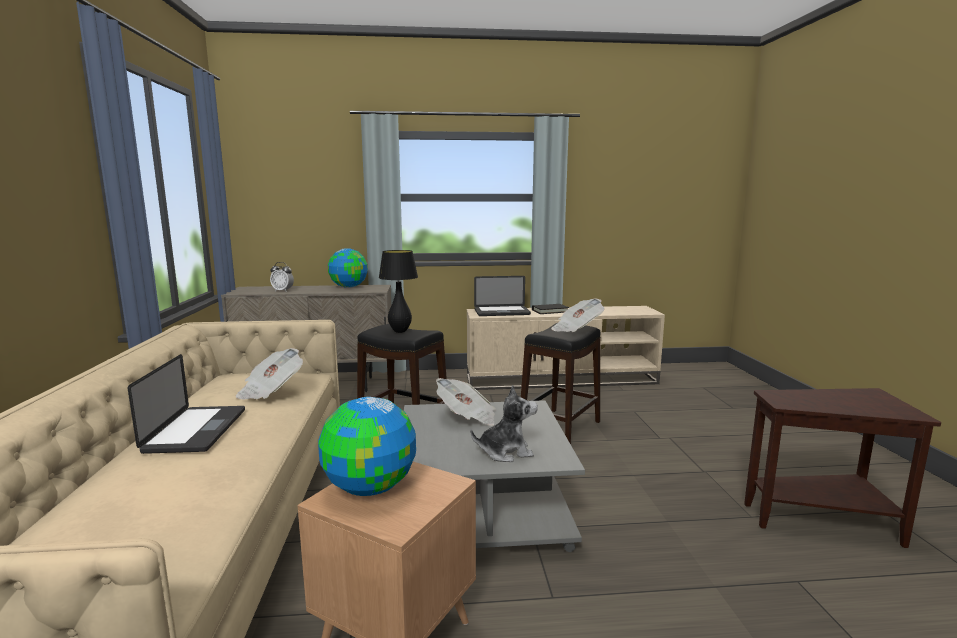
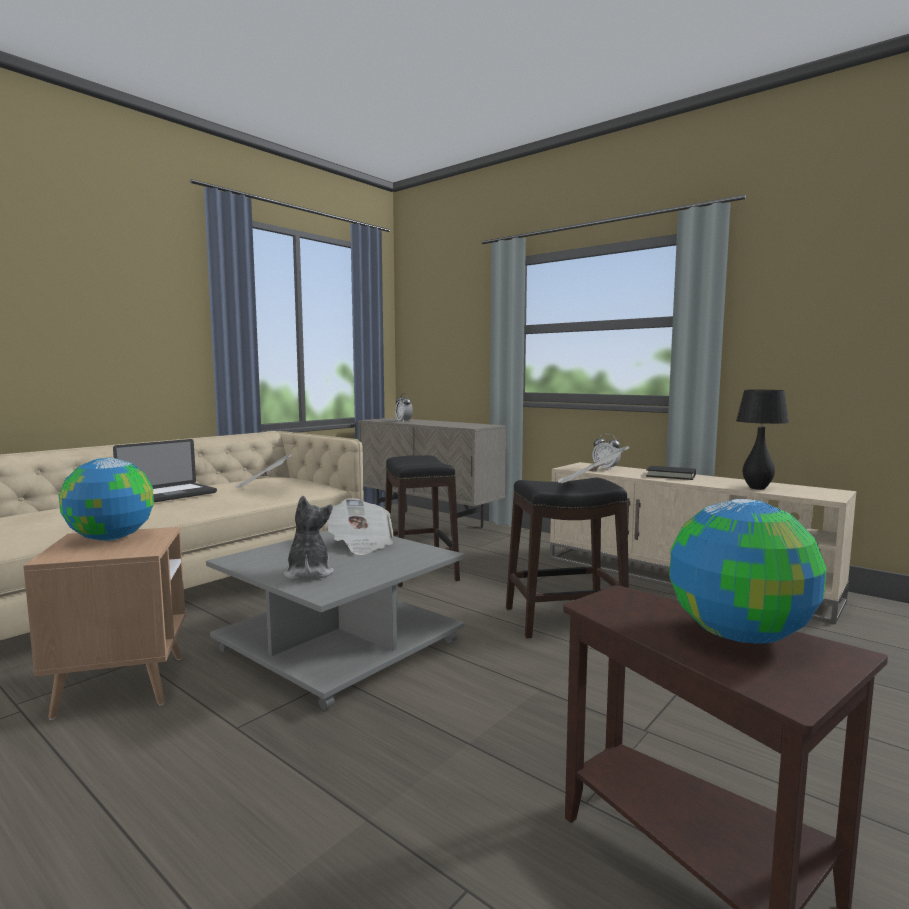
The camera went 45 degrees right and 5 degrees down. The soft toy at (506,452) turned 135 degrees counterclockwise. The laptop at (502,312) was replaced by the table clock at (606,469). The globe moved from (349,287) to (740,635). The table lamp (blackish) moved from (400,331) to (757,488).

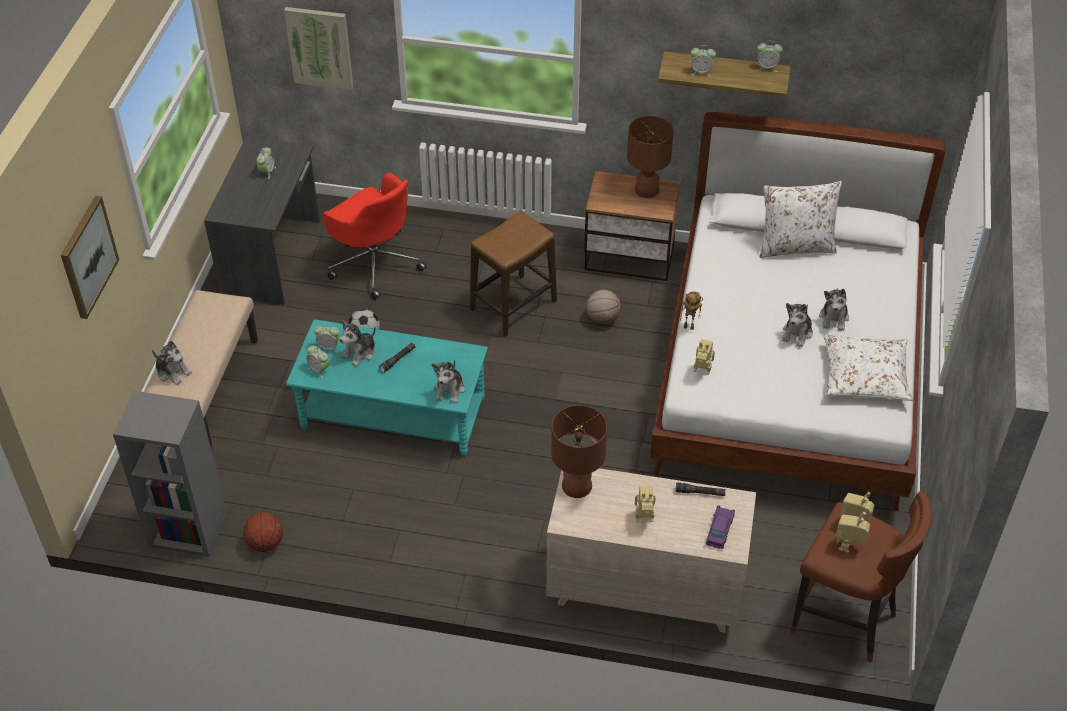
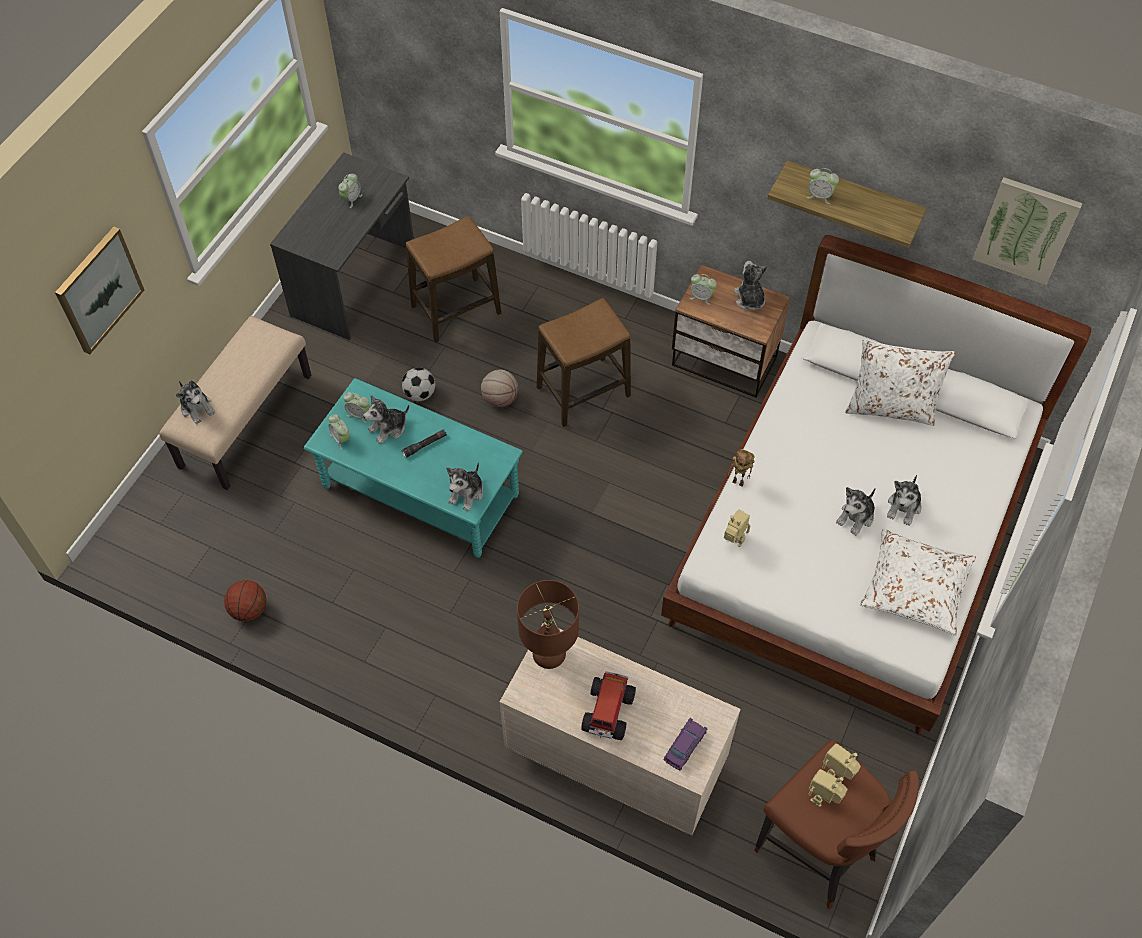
The camera went 15 degrees right and 10 degrees up. The computer chair (reddish) at (374,262) was replaced by the stool seat at (456,310). The ball for basketball moved from (602,318) to (500,398). The robot figure at (644,520) was replaced by the model truck at (607,713). The table clock moved from (767,67) to (701,297). The table lamp (brown-coloured) at (646,190) was replaced by the soft toy at (749,299). The picture moved from (320,47) to (1026,230). The bookcase (greyish) at (187,530) disappeared. The flashlight (blackish) at (700,492) disappeared.

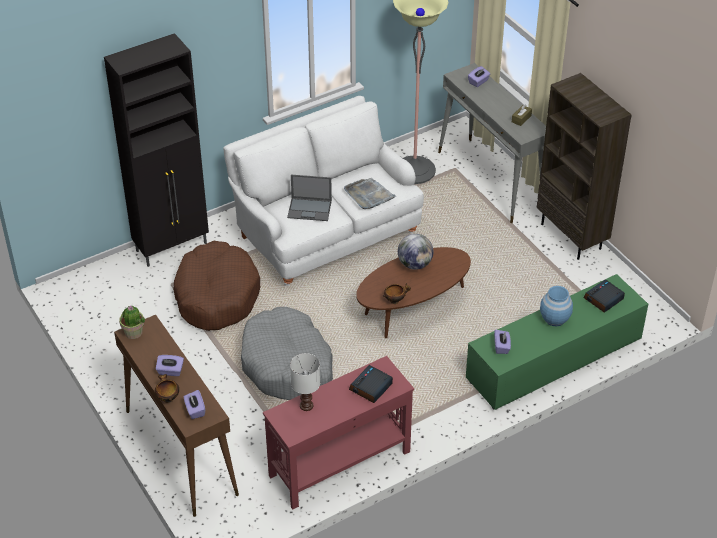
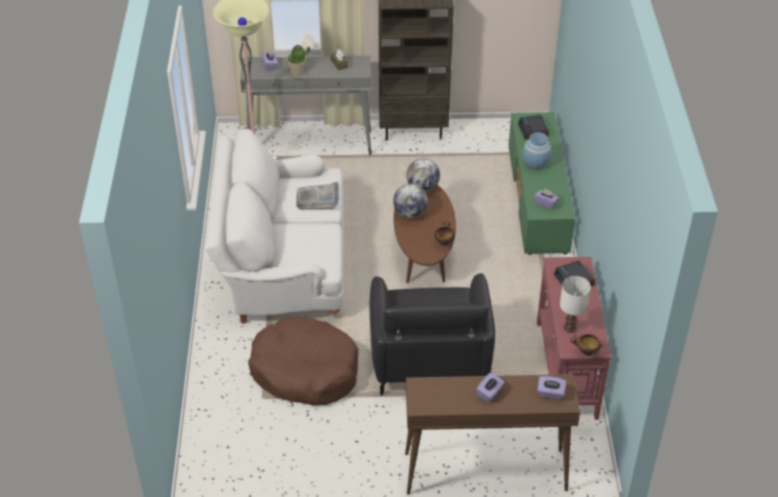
The camera went 60 degrees left and 0 degrees up. The potted plant moved from (133,333) to (297,71). The dog cushion (greyish) at (287,364) was replaced by the armchair (blackish) at (429,356). The globe at (422,187) appeared. The deep dish moved from (167,398) to (586,352). The cupboard (blackish) at (172,247) disappeared. The laptop at (310,209) disappeared.

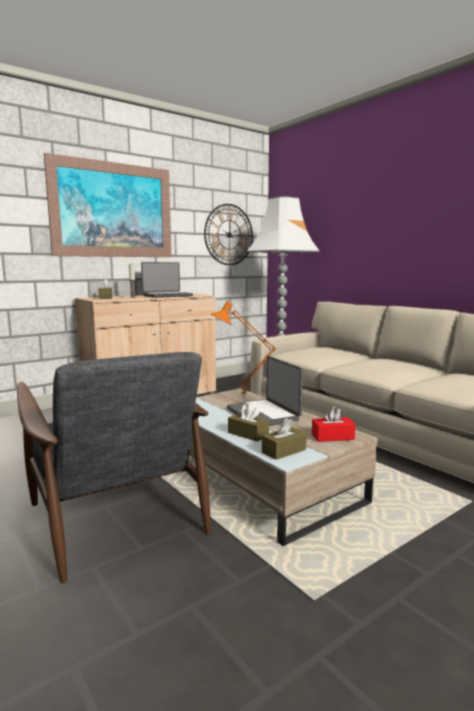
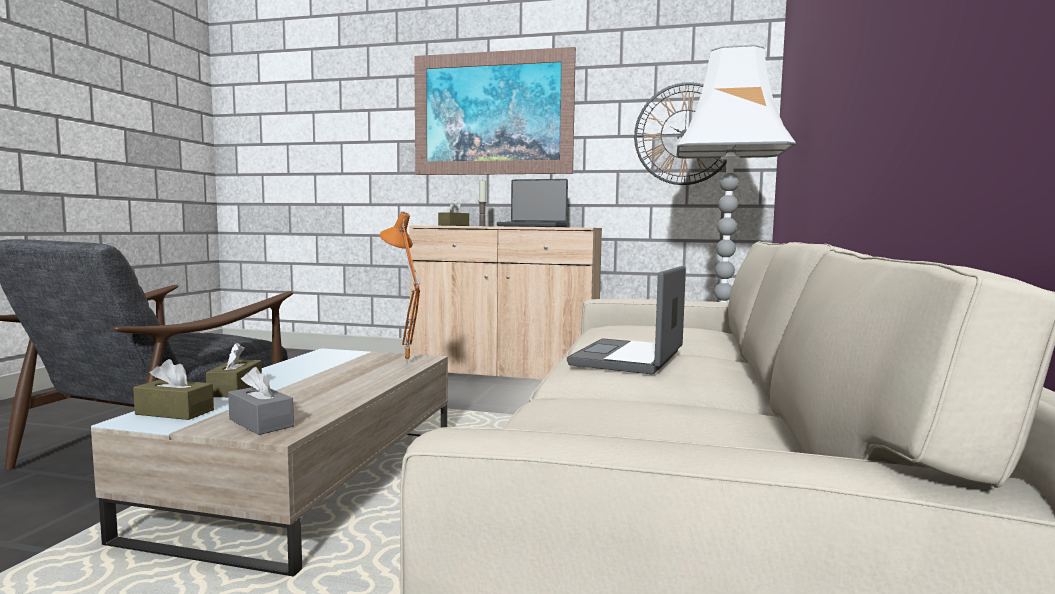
The camera went 50 degrees right and 5 degrees down. The box of tissues (reddish) at (332,437) became the box of tissues (greyish) at (261,423). The laptop moved from (264,414) to (630,359).

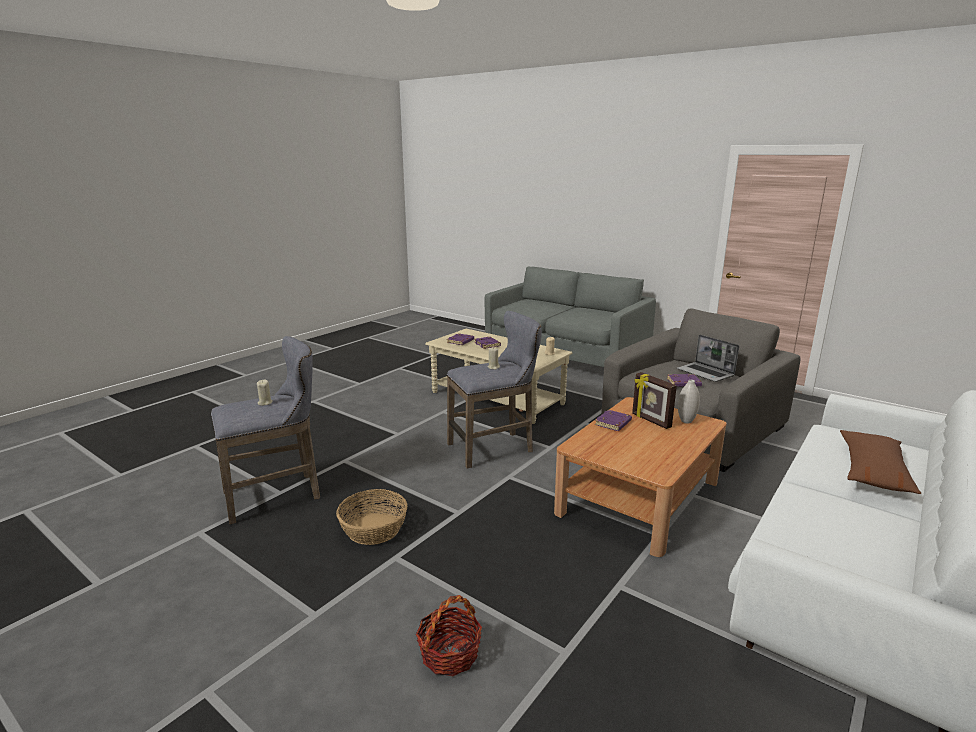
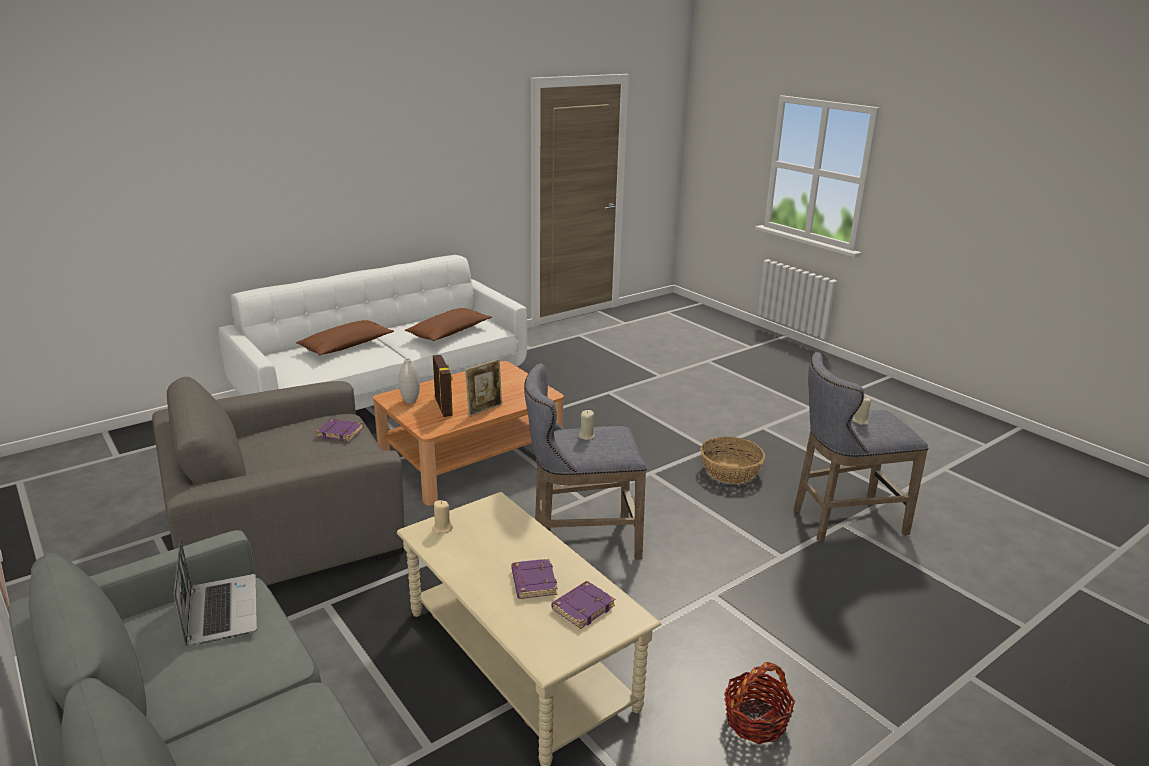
The camera went 165 degrees left and 5 degrees up. The laptop moved from (706,373) to (220,611). The pillow (brown-coloured) at (449,332) appeared. The book (purple-coloured) at (613,423) was replaced by the picture frame at (484,410). The household basket moved from (449,654) to (755,720).

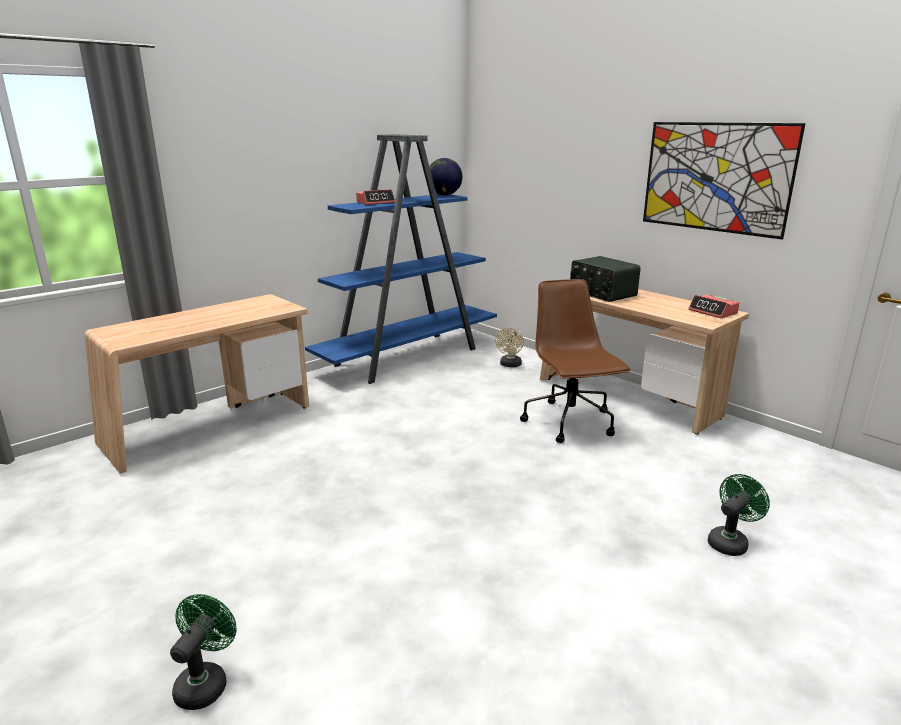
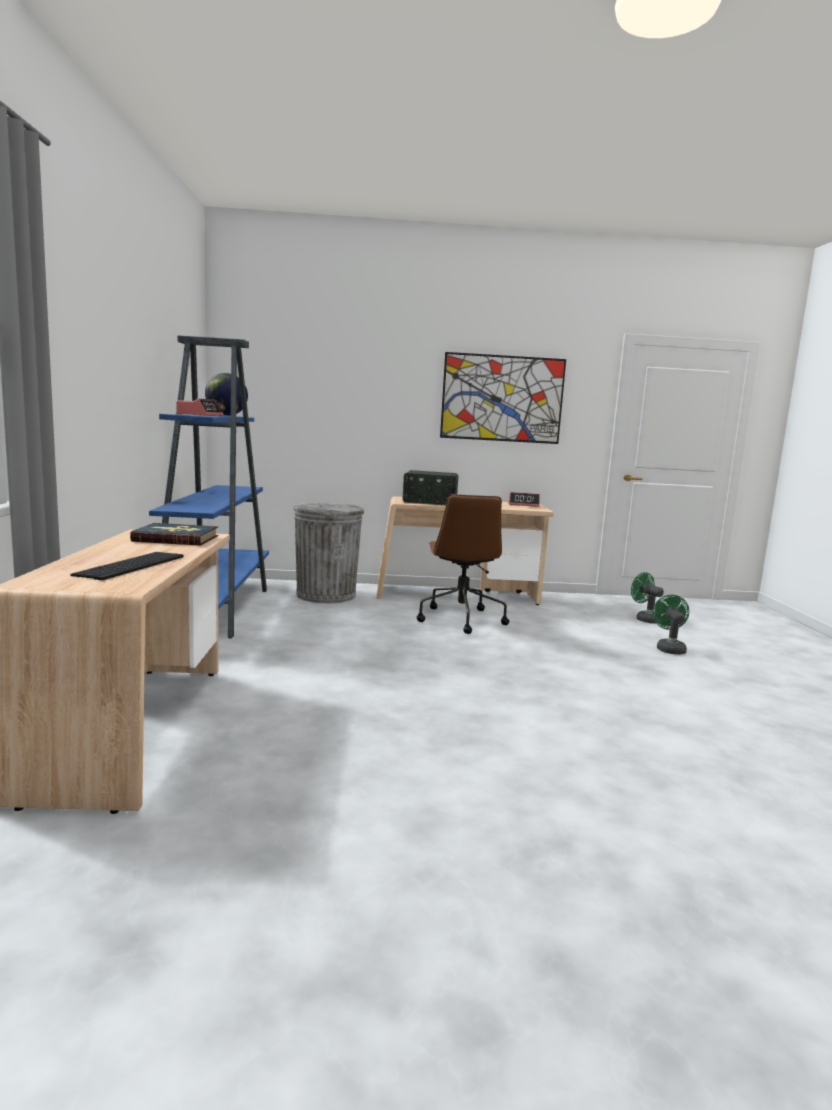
The camera went 50 degrees left and 10 degrees down. The computer keyboard at (132,566) appeared. The book at (176,538) appeared. The cooling fan (sand-coloured) at (510,365) was replaced by the rubbish bin (greyish) at (326,595). The computer chair (brown-coloured) at (570,423) turned 120 degrees counterclockwise. The cooling fan (greenish) moved from (205,682) to (645,619).

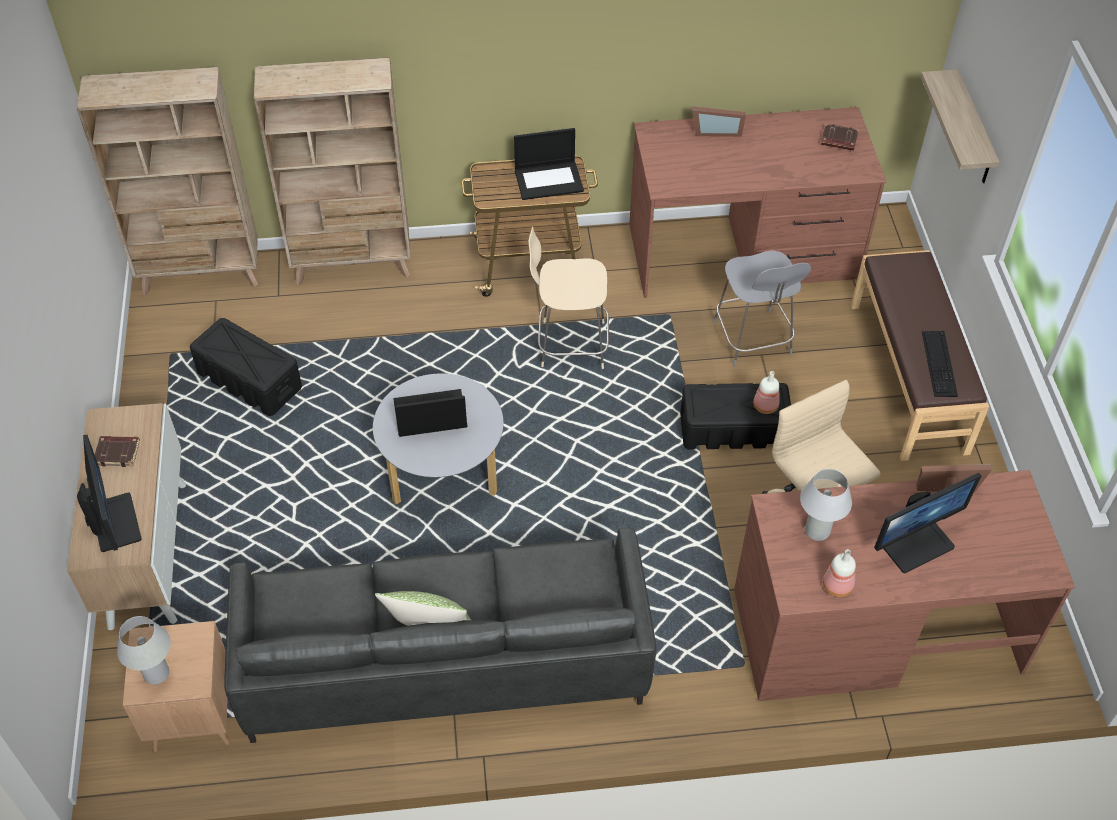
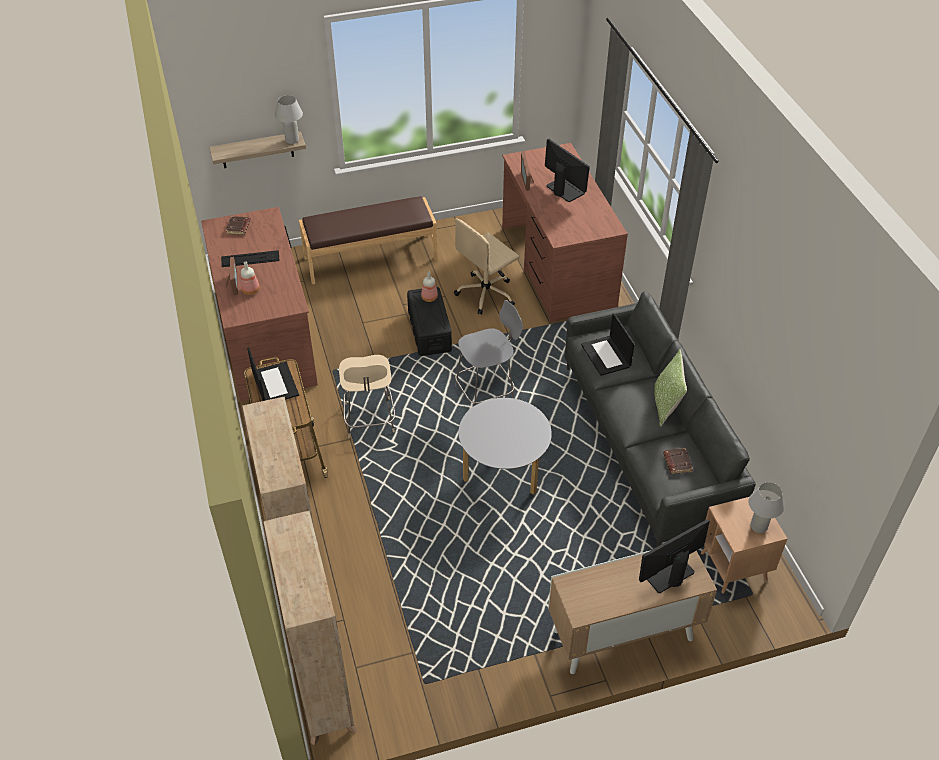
The camera went 100 degrees left and 5 degrees down. The computer keyboard moved from (939,363) to (250,259). The beverage bottle moved from (838,585) to (250,290). The table lamp (white-coloured) moved from (817,531) to (292,140). The upright chair (greyish) moved from (753,340) to (486,393). The laptop moved from (429,415) to (606,356). The book (brown-coloured) moved from (118,453) to (677,462). The storage container (blackish) at (250,380) disappeared.

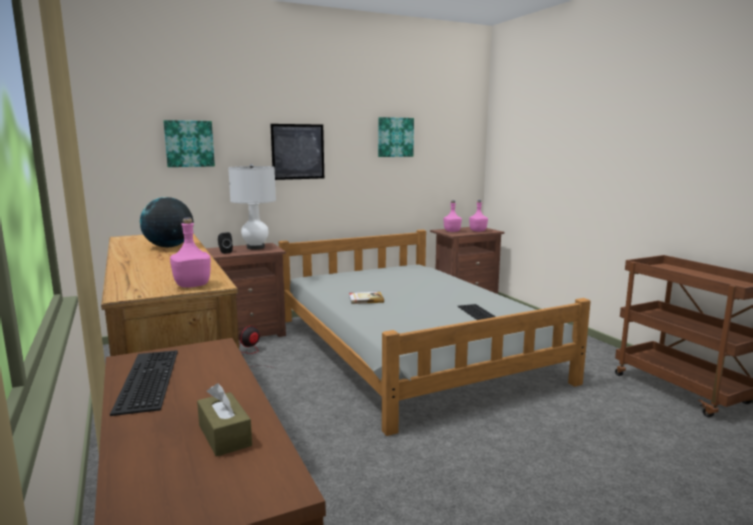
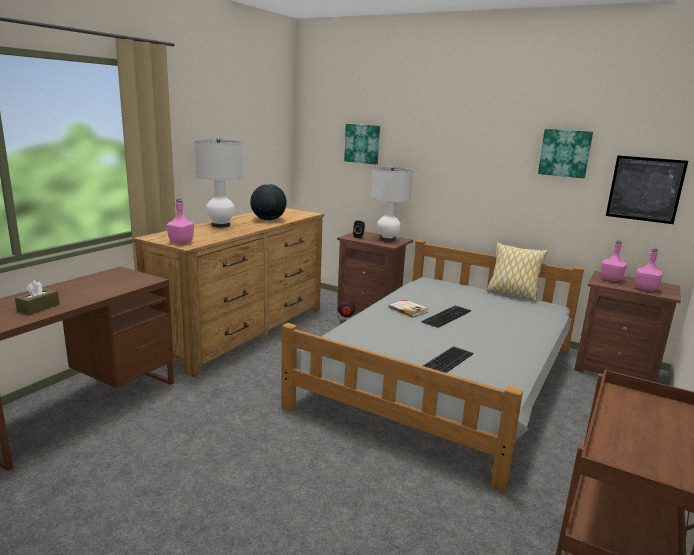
The camera went 55 degrees right and 5 degrees up. The table lamp (white-coloured) at (220,225) appeared. The computer keyboard moved from (145,379) to (446,315). The pillow at (512,294) appeared. The picture moved from (298,151) to (645,189).

